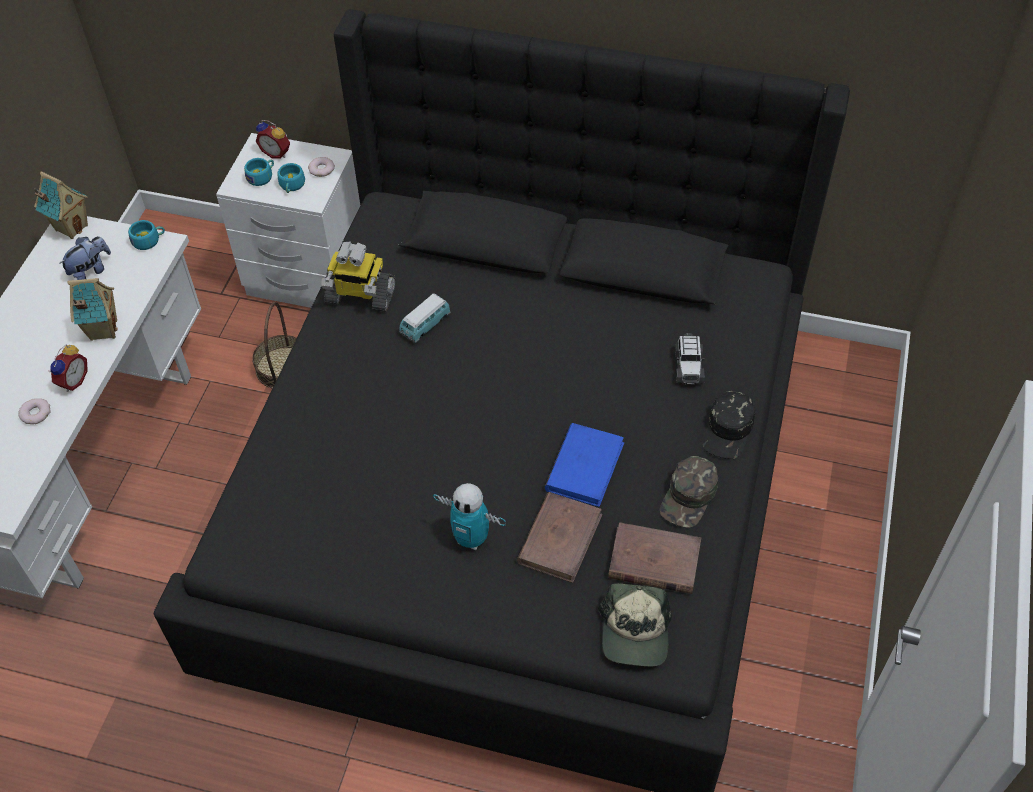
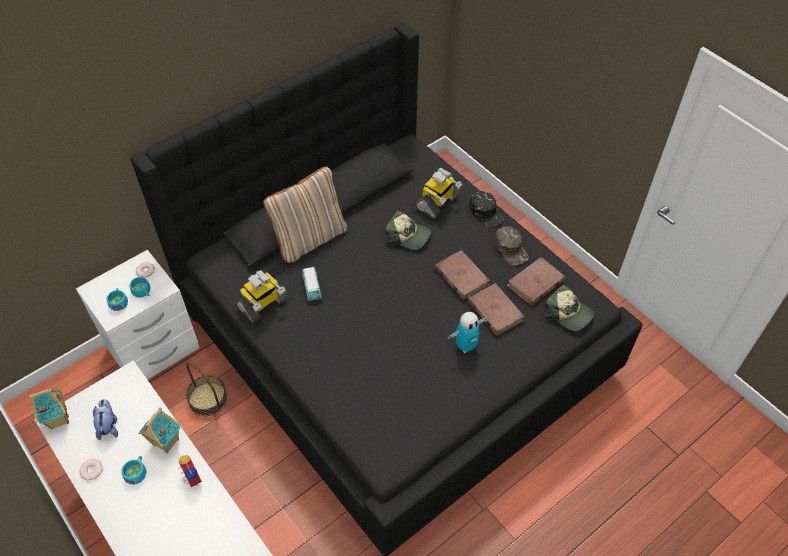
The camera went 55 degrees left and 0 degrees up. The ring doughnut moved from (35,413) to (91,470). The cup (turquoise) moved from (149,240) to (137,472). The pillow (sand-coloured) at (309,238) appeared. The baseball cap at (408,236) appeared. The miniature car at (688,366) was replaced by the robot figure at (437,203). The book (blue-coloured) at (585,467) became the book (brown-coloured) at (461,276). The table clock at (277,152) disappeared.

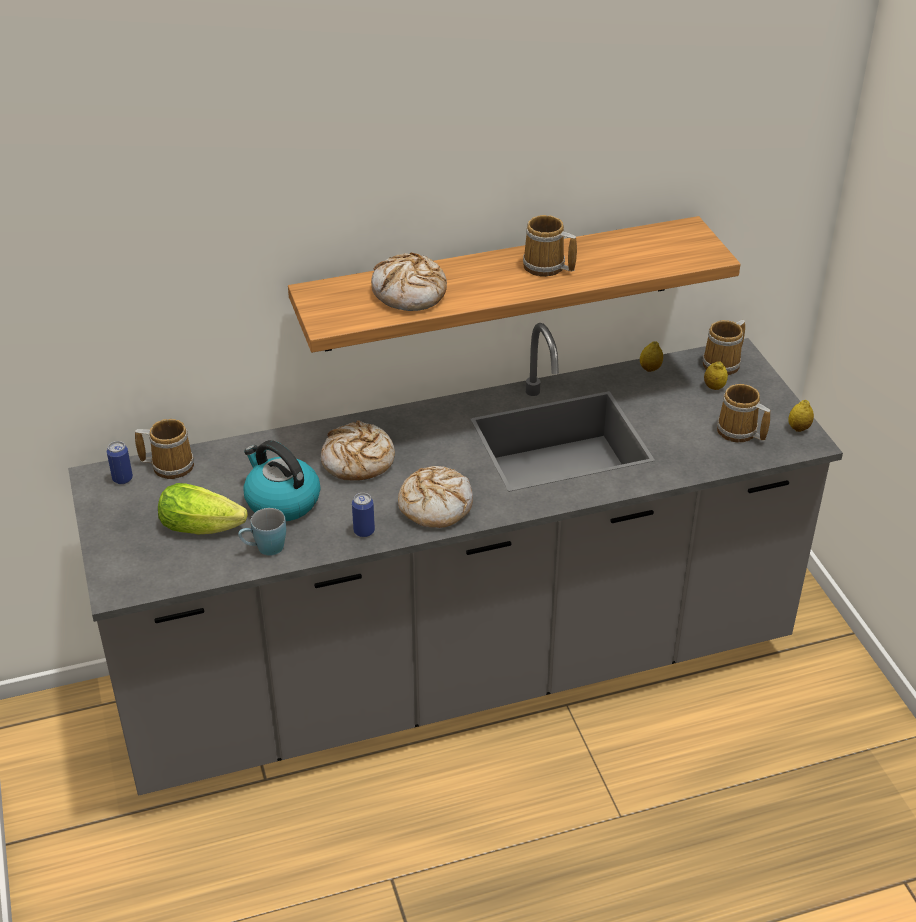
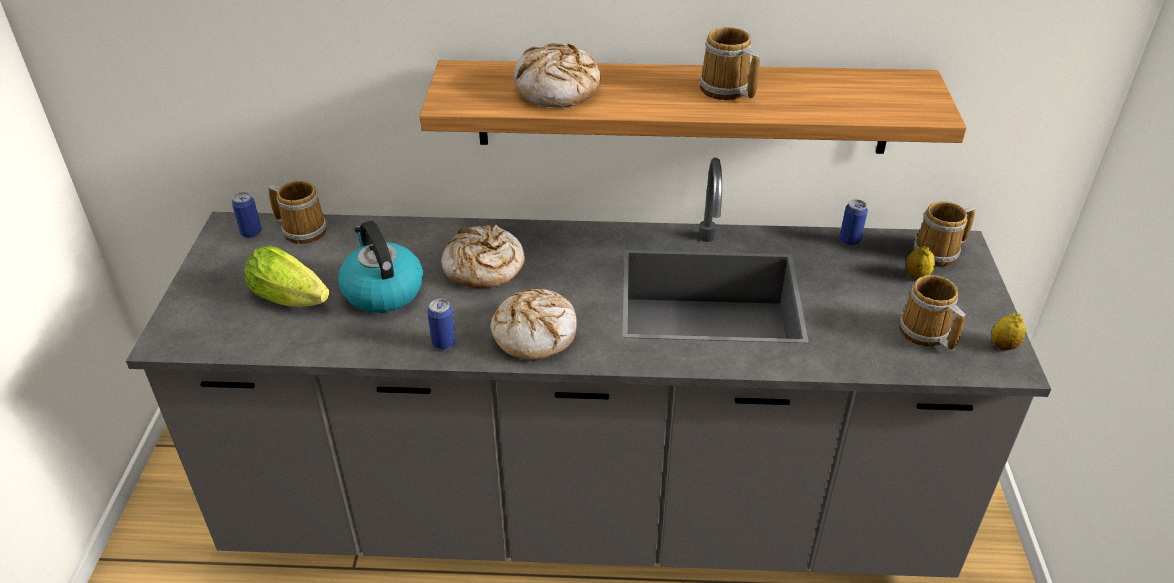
The camera went 20 degrees right and 0 degrees up. The whole lemon at (650,369) was replaced by the can at (849,240). The coffee mug (blue-coloured) at (264,549) disappeared.

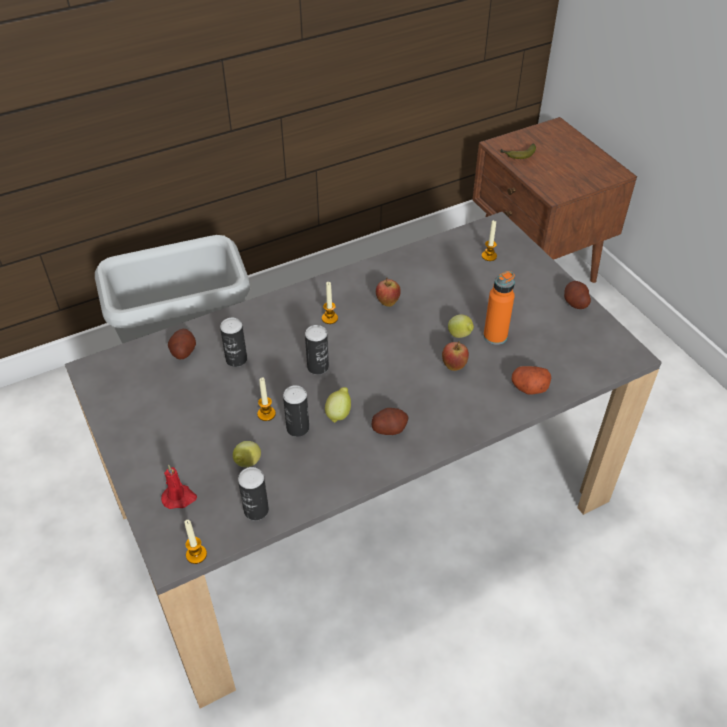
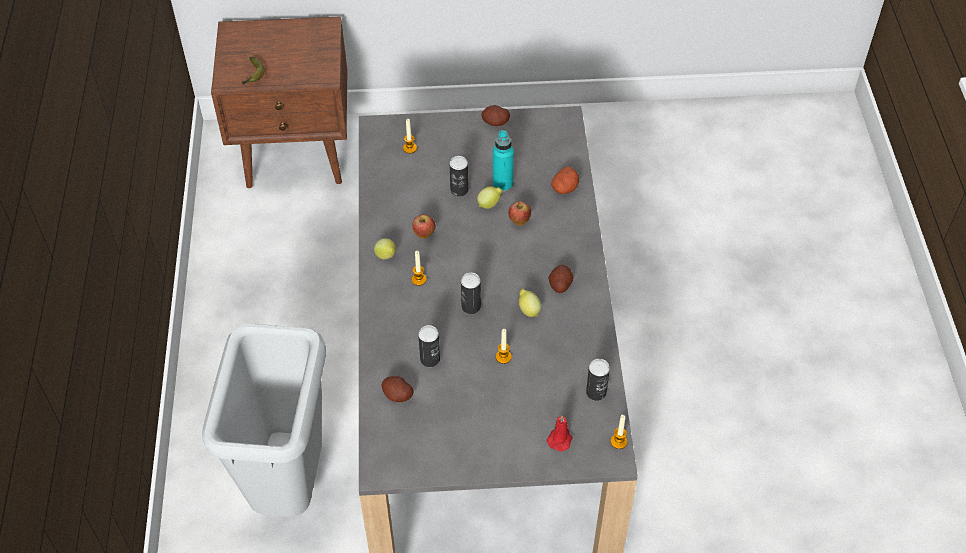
The camera went 65 degrees left and 5 degrees up. The whole lemon moved from (247,464) to (386,256). The can moved from (298,428) to (459,190). The beverage bottle (orangey) at (495,336) became the beverage bottle (turquoise) at (502,184).

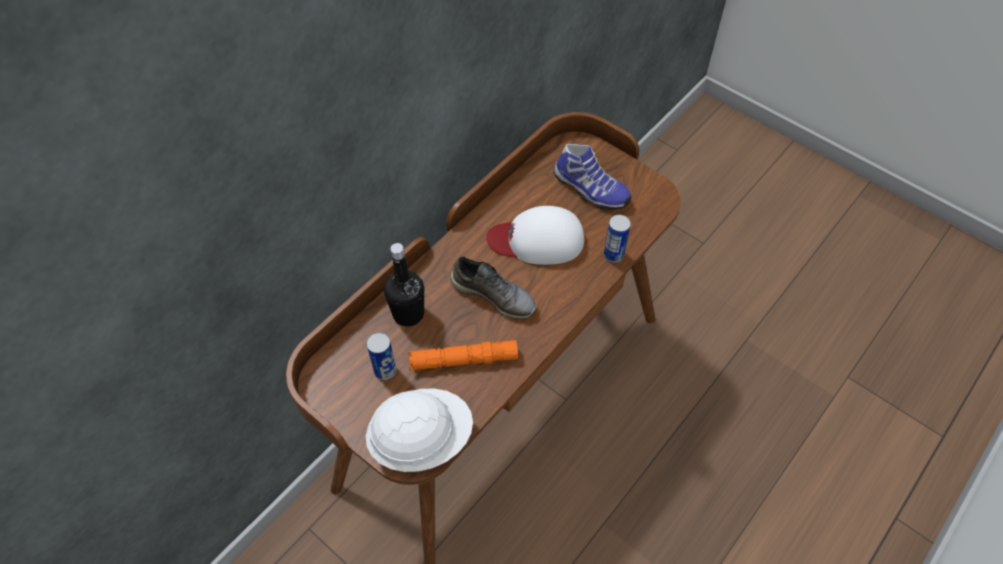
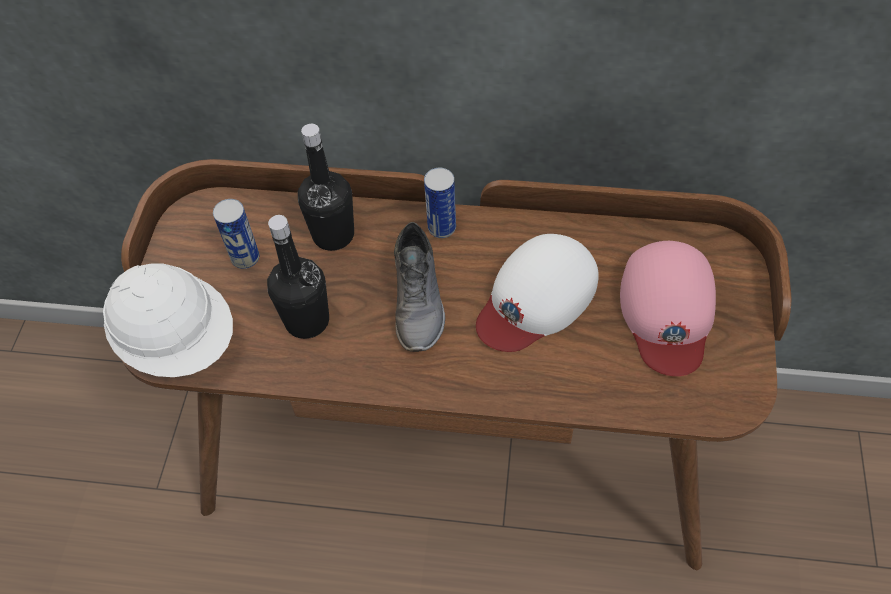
The camera went 60 degrees right and 0 degrees up. The flashlight (orangey) at (463,360) was replaced by the beverage bottle (blackish) at (307,321). The can moved from (613,255) to (442,228). The baseball cap (white-coloured) at (537,240) turned 105 degrees counterclockwise. The item of footwear at (589,190) was replaced by the baseball cap (pink) at (667,310).

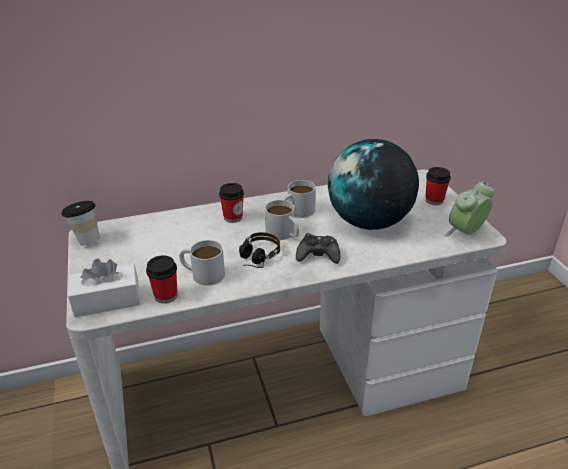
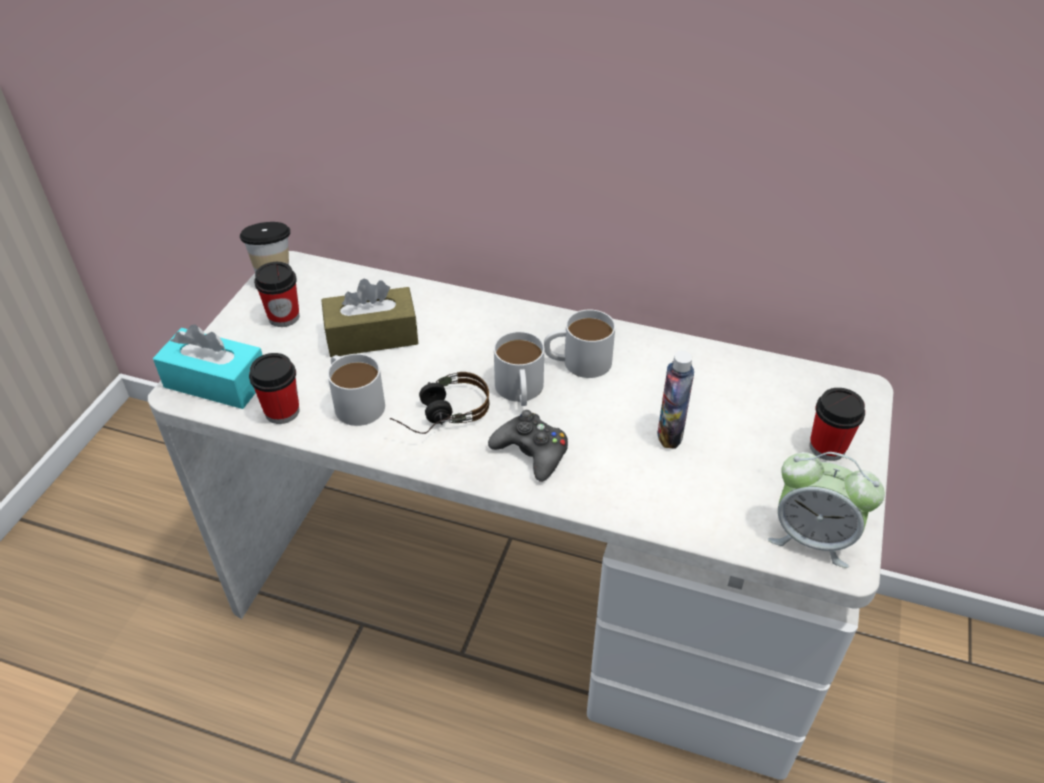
The camera went 35 degrees right and 10 degrees up. The box of tissues (white-coloured) at (107,300) became the box of tissues (turquoise) at (216,382). The cup moved from (233,217) to (284,317). The box of tissues (brown-coloured) at (372,336) appeared. The globe at (369,222) was replaced by the beverage bottle at (670,434). The table clock at (465,233) turned 150 degrees counterclockwise.

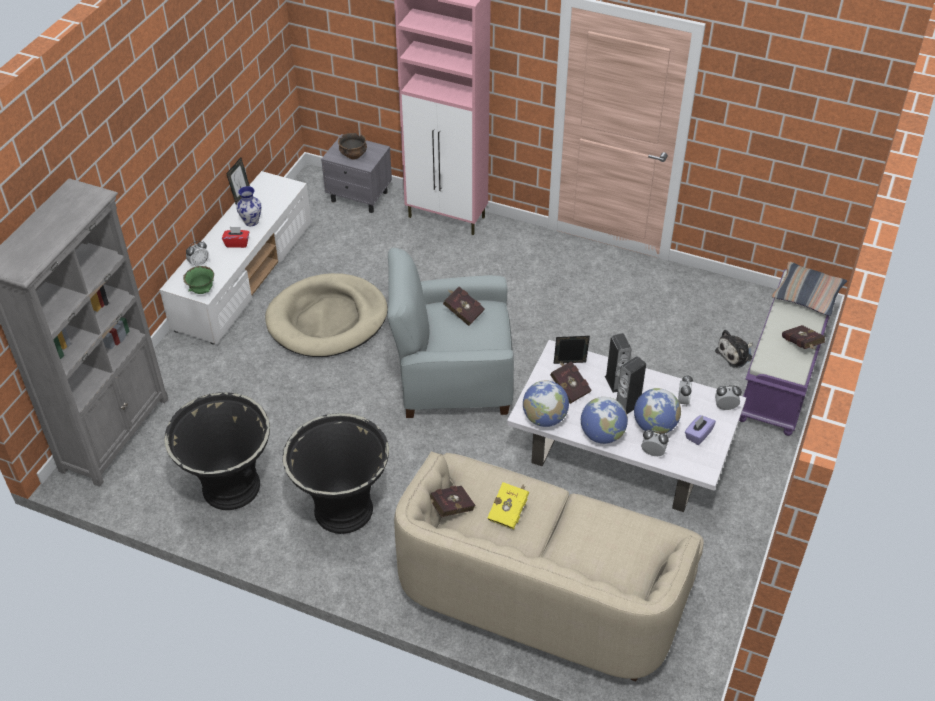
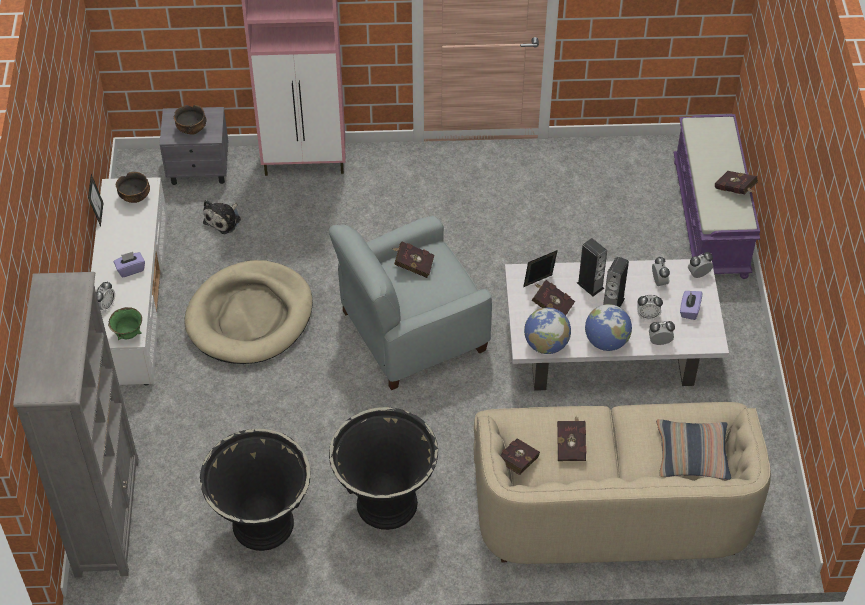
The camera went 25 degrees left and 5 degrees up. The box of tissues (reddish) at (237,243) became the box of tissues (purple-coloured) at (130,269). The deep dish at (135,197) appeared. The soft toy moved from (735,354) to (224,220). The book (yellow-coloured) at (509,511) became the book (reddish) at (571,445). The globe at (654,426) was replaced by the table clock at (647,316). The pillow moved from (807,295) to (692,455). The flower vase at (251,221) disappeared.

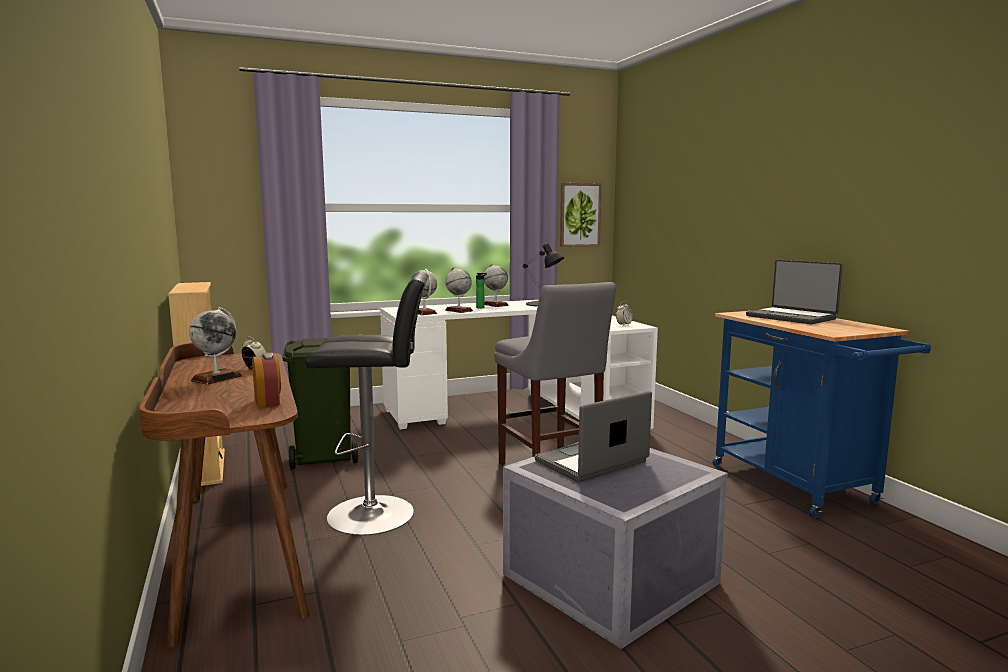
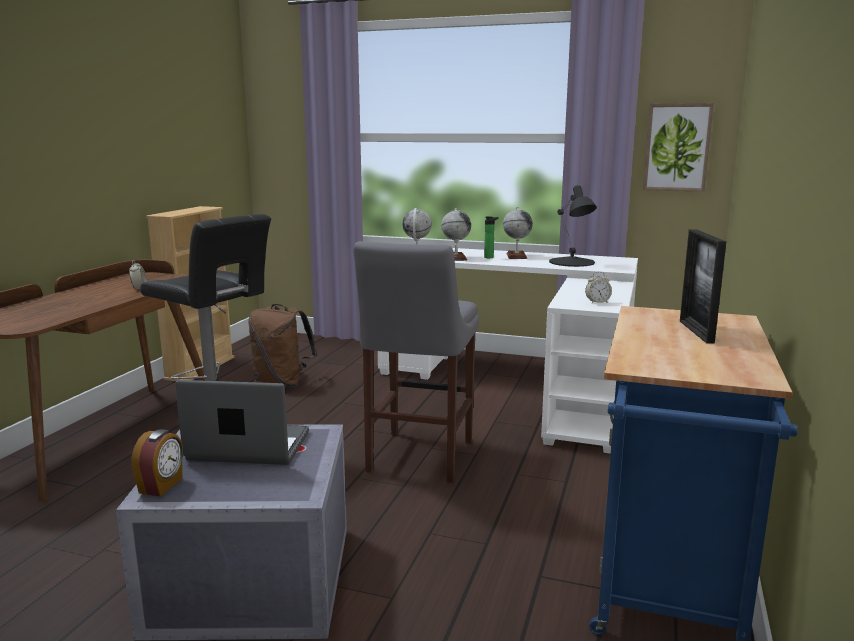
The camera went 40 degrees right and 5 degrees up. The table clock moved from (268,402) to (161,486). The rubbish bin (greenish) at (325,456) was replaced by the knapsack (brown-coloured) at (282,382). The laptop at (791,317) was replaced by the picture frame at (696,331). The globe at (217,378) disappeared.

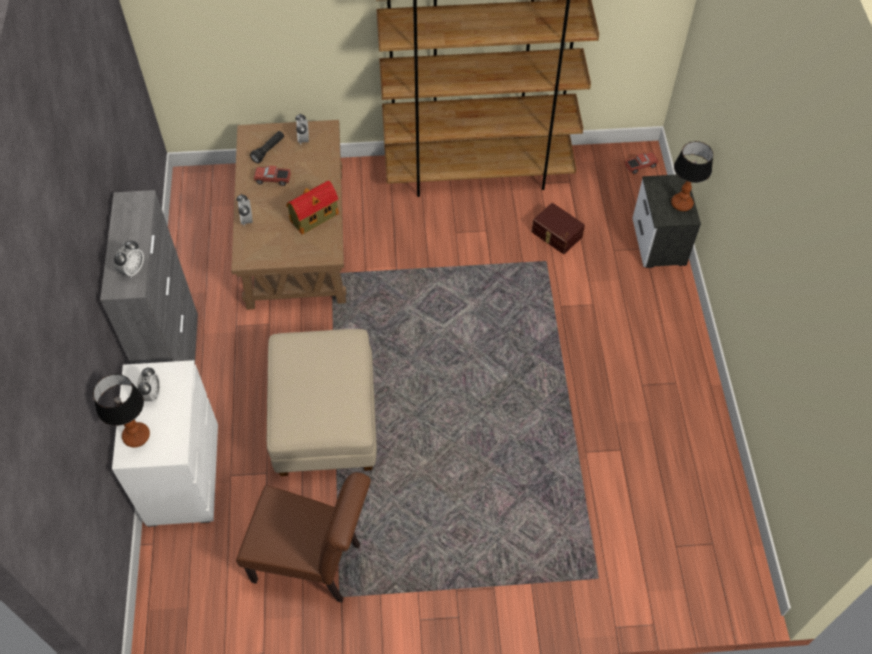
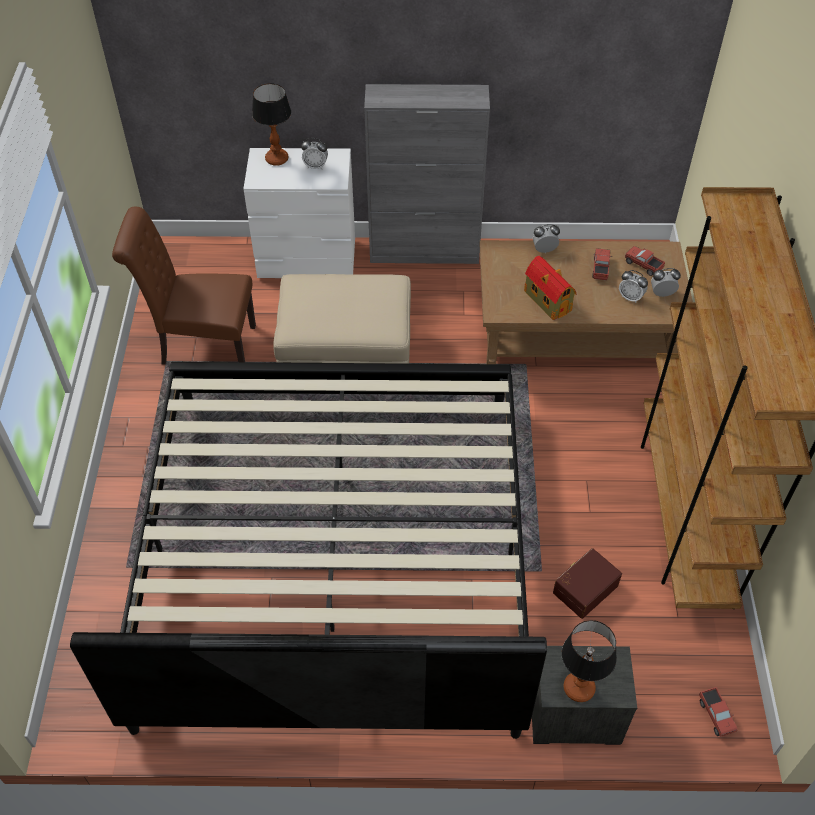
The camera went 95 degrees right and 5 degrees down. The bed at (334,553) appeared. The upright chair (brown-coloured) at (314,563) turned 75 degrees clockwise. The table clock moved from (132,270) to (630,297). The flashlight (blackish) at (268,150) was replaced by the model truck at (643,265).

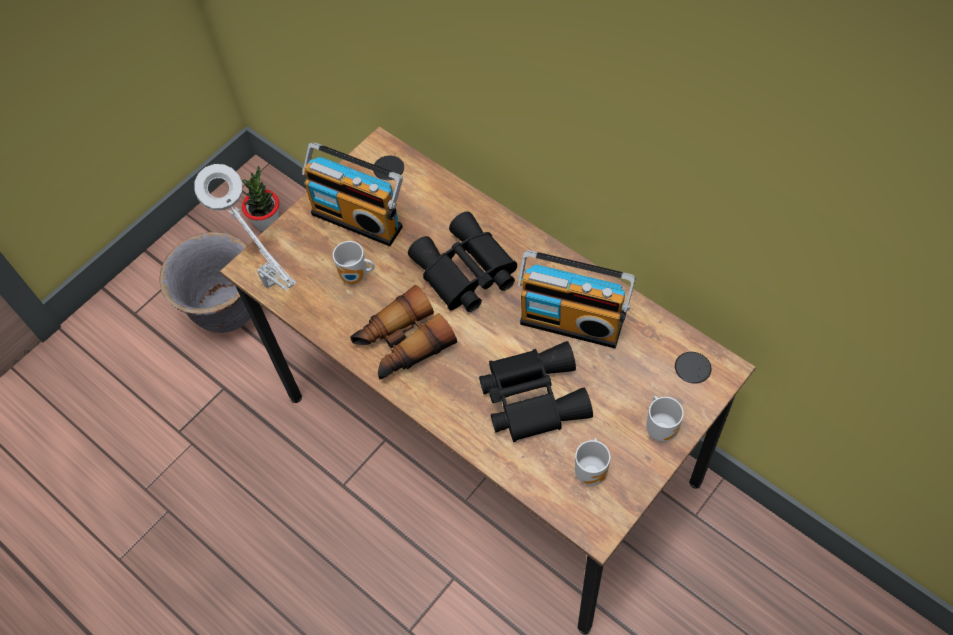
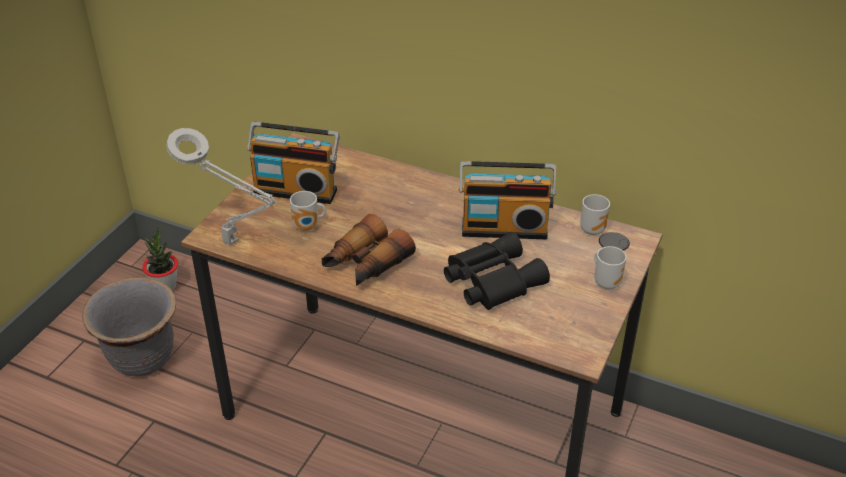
The camera went 20 degrees left and 20 degrees down. The coffee mug moved from (592,471) to (593,229). The field glasses (blackish) at (464,273) disappeared.

